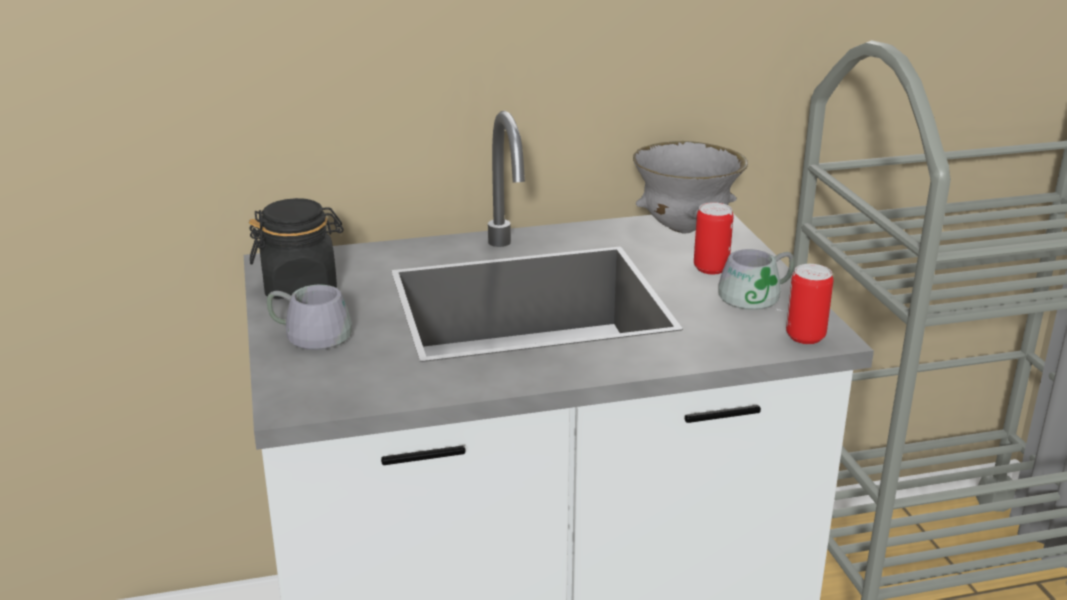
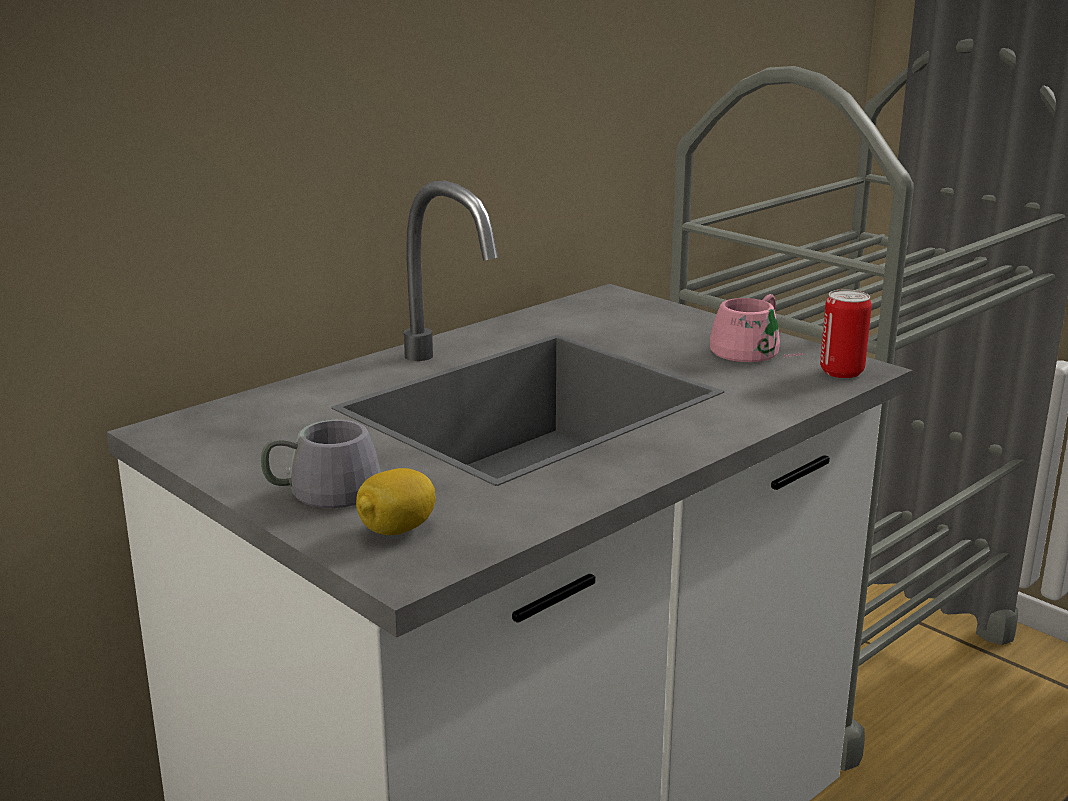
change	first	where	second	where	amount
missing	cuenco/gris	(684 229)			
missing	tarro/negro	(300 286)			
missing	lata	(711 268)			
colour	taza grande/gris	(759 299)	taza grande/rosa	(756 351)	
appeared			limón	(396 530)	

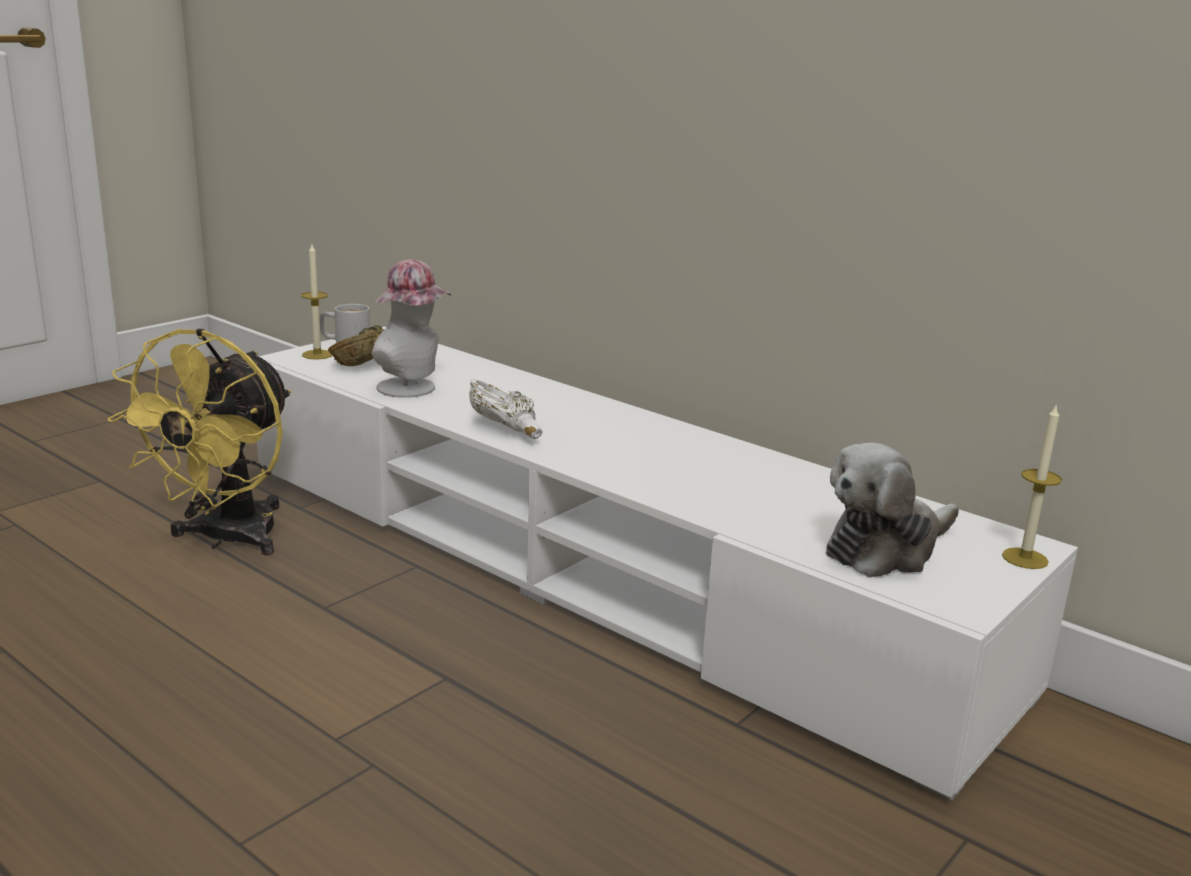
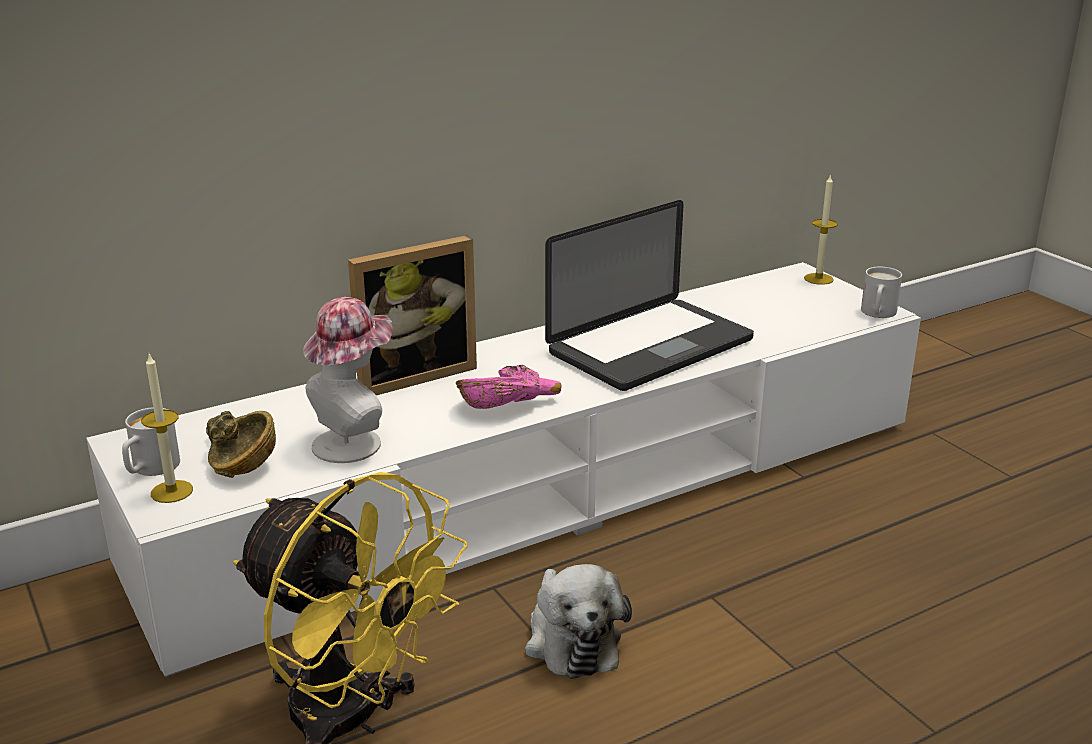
change	first	where	second	where	amount
colour	cuenco/blanco	(511 429)	cuenco/rosa	(509 405)	
relocated	peluche	(886 549)		(571 639)	
appeared			portátil	(650 347)	
appeared			portarretratos	(412 375)	
appeared			taza grande/blanco	(877 314)	

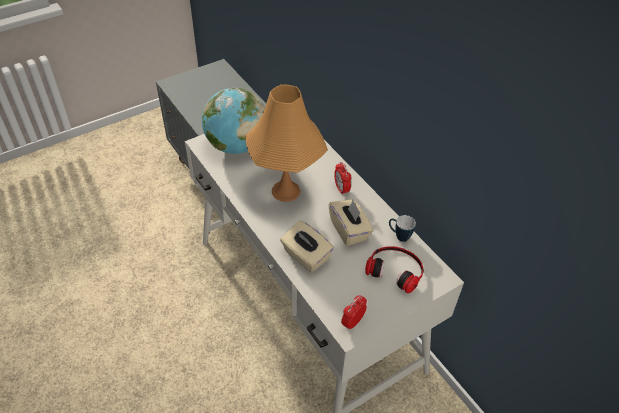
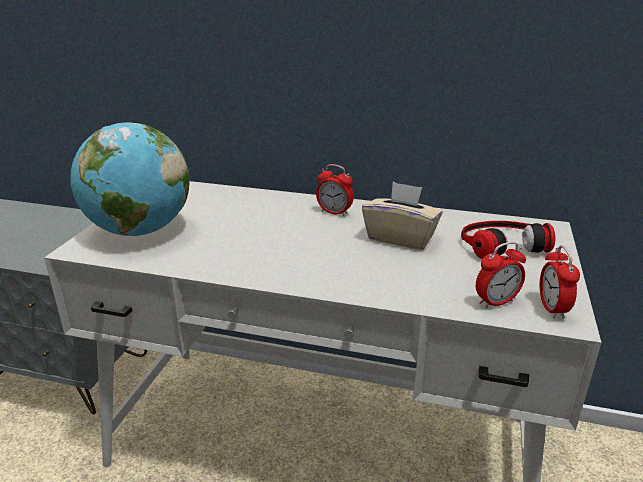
change	first	where	second	where	amount
missing	lámpara de mesa/naranja	(286 191)			
missing	taza grande	(399 236)			
missing	caja de pañuelos/beis	(305 256)			
appeared			despertador	(496 302)	

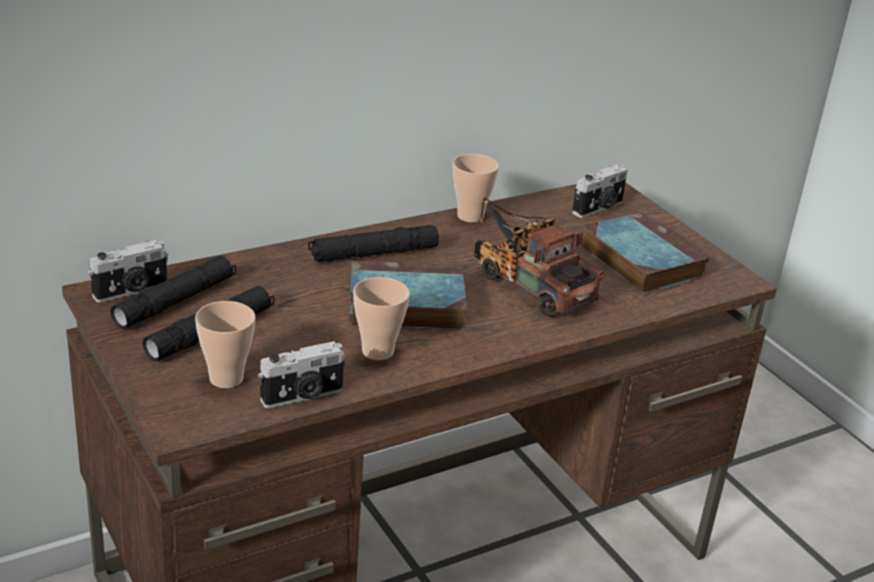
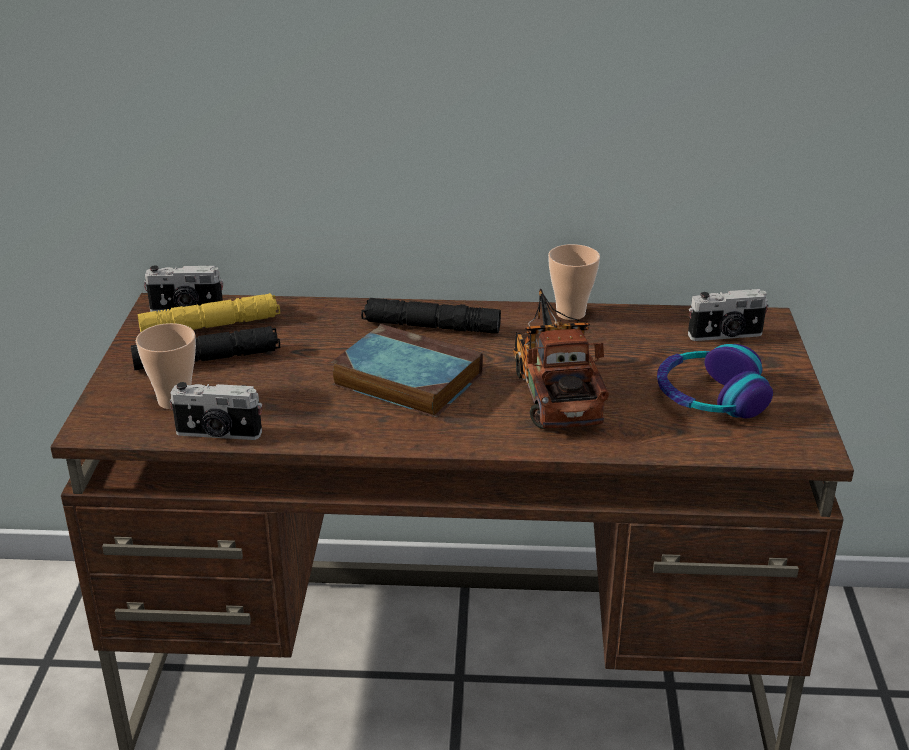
change	first	where	second	where	amount
exchanged	libro	(638 260)	auriculares	(710 397)	
colour	linterna/negro	(176 301)	linterna/amarillo	(211 326)	
missing	taza	(377 351)			

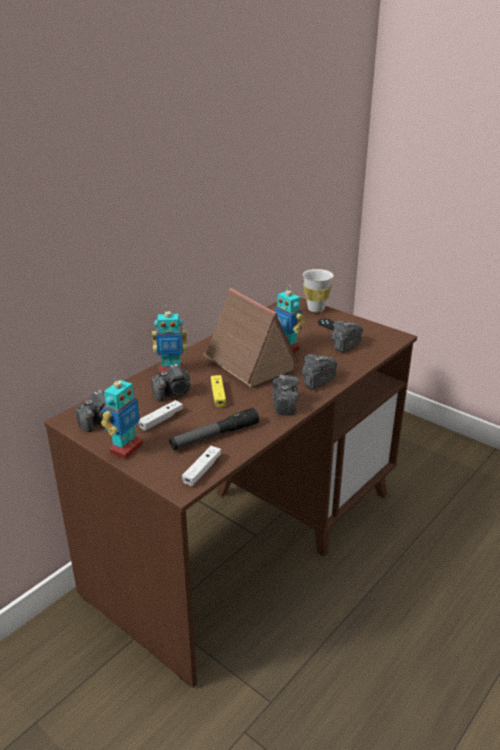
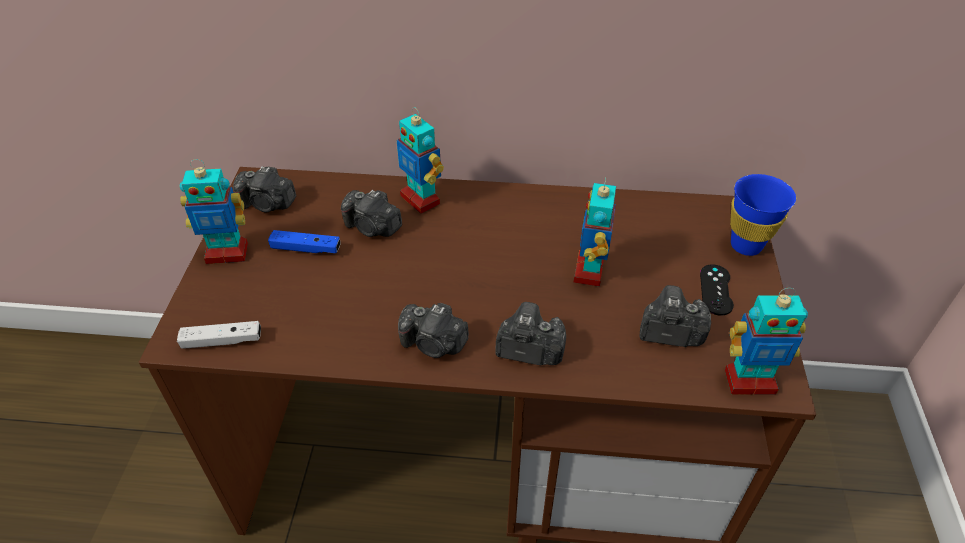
change	first	where	second	where	amount
colour	taza/blanco	(316 309)	taza/azul	(746 245)	
missing	casita	(248 363)			
missing	mando de consola/amarillo	(218 395)			
spun	cámara	(284 404)		(434 344)	60 degrees clockwise
colour	mando de consola/blanco	(161 420)	mando de consola/azul	(306 249)	
missing	linterna	(214 436)			
appeared			robot de juguete	(749 381)	

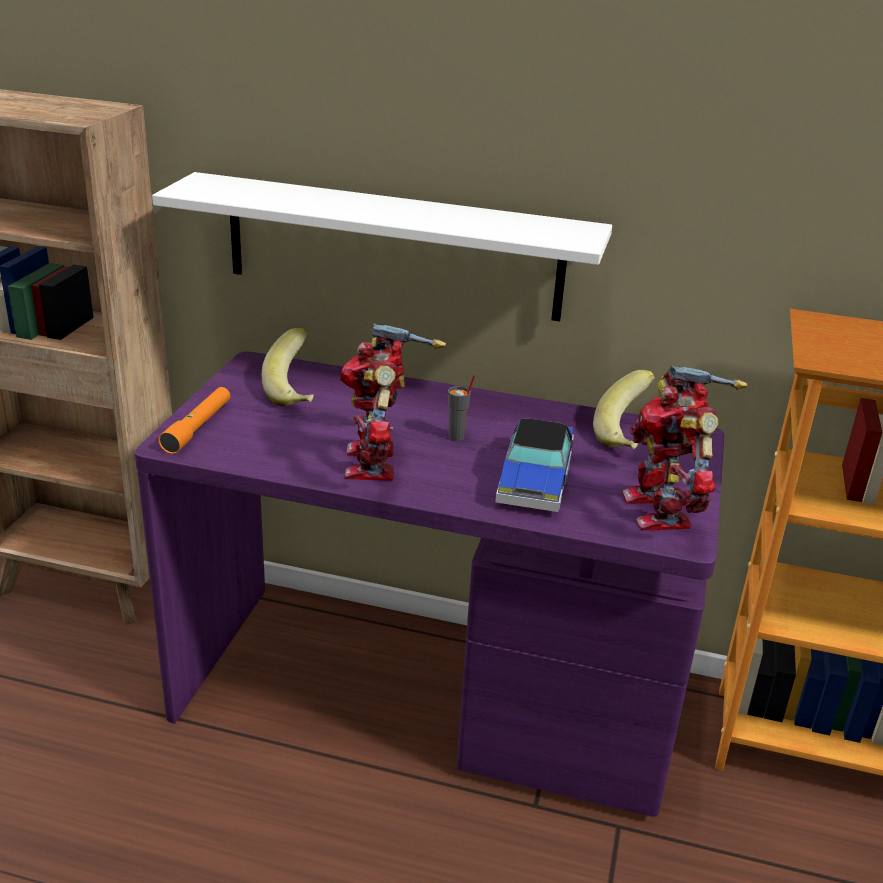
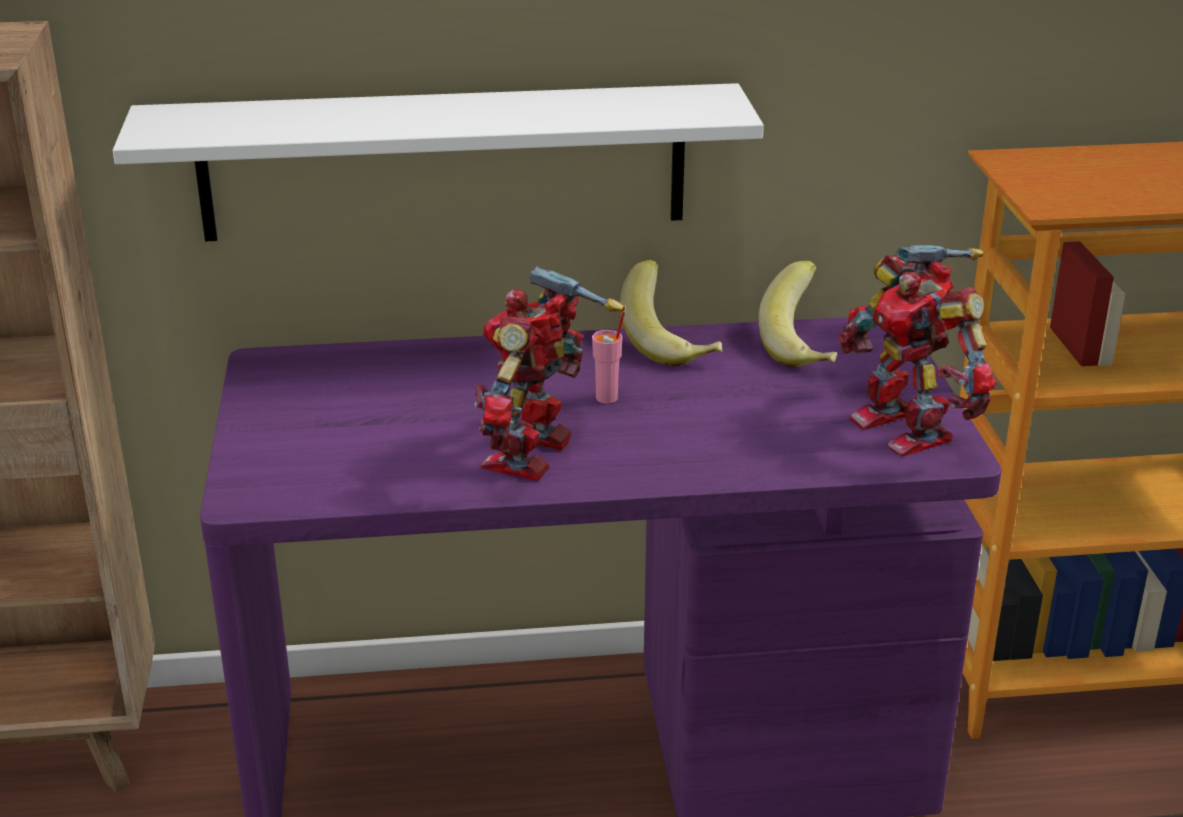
change	first	where	second	where	amount
spun	robot de juguete	(376 463)		(535 455)	45 degrees clockwise
relocated	plátano	(298 391)		(672 344)	
colour	taza/gris	(457 437)	taza/rosa	(607 398)	
missing	linterna/naranja	(198 427)			
missing	coche de juguete	(535 477)			

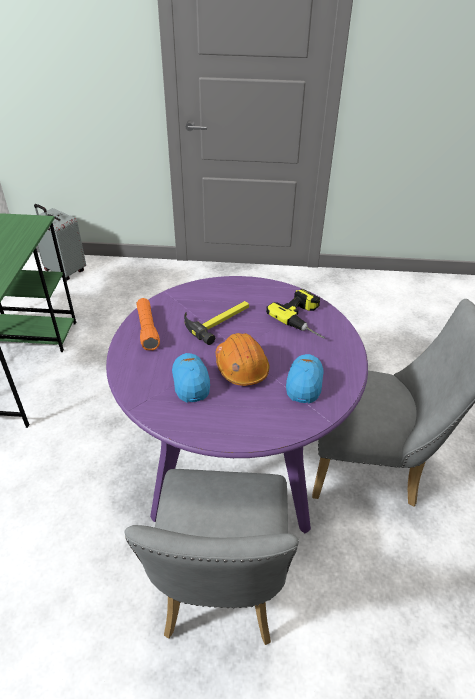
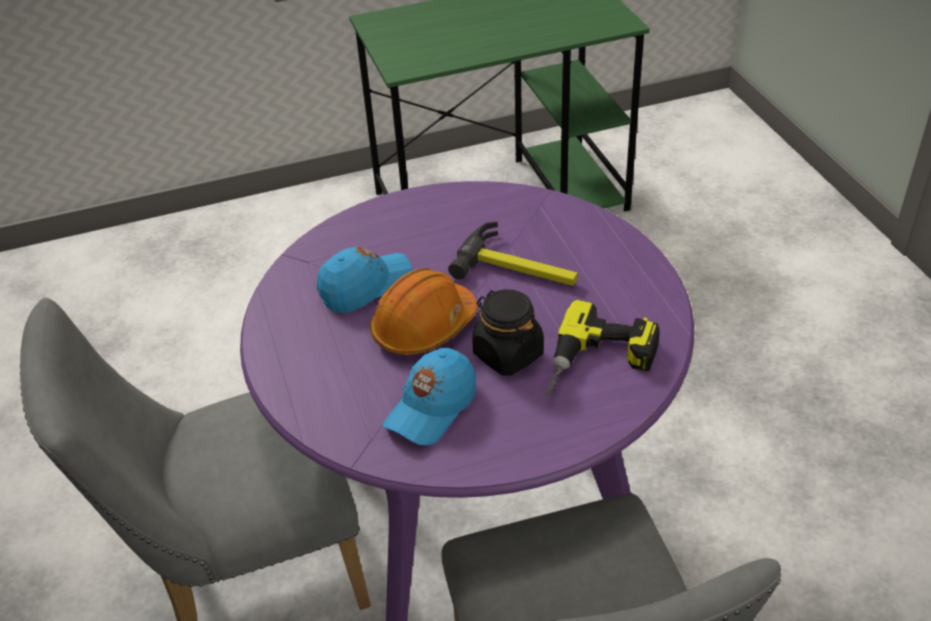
change	first	where	second	where	amount
missing	maleta/gris	(64 271)			
missing	linterna/naranja	(147 329)			
spun	gorra/azul	(304 382)		(431 408)	135 degrees clockwise
appeared			tarro/negro	(507 354)	

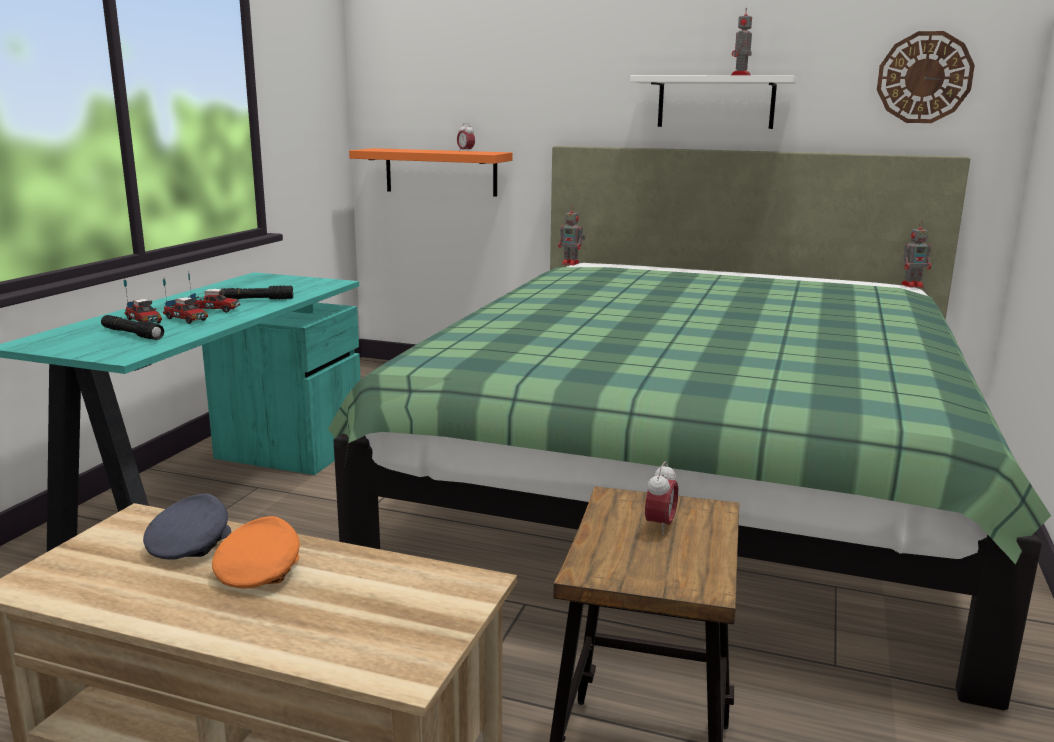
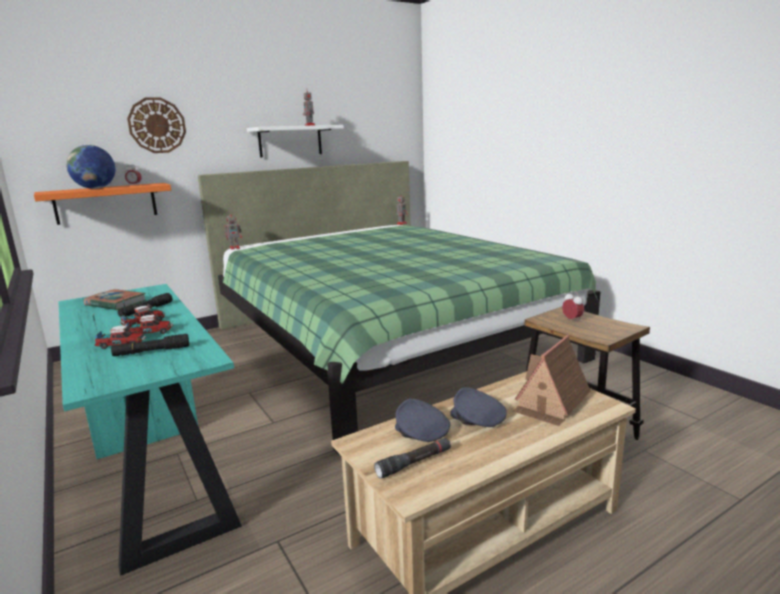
change	first	where	second	where	amount
relocated	reloj de pared	(924 77)		(157 125)	
colour	gorra/naranja	(259 571)	gorra/gris	(477 418)	
appeared			globo terráqueo	(95 188)	
appeared			libro	(116 303)	
appeared			casita	(550 403)	
appeared			linterna/negro	(414 463)	

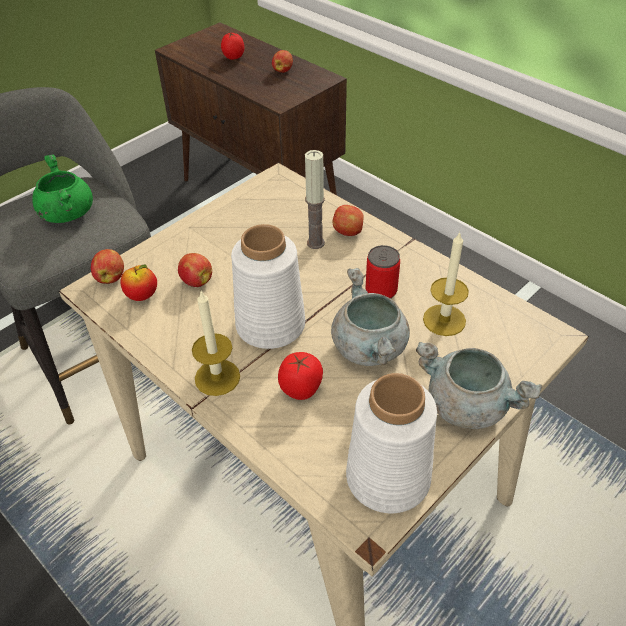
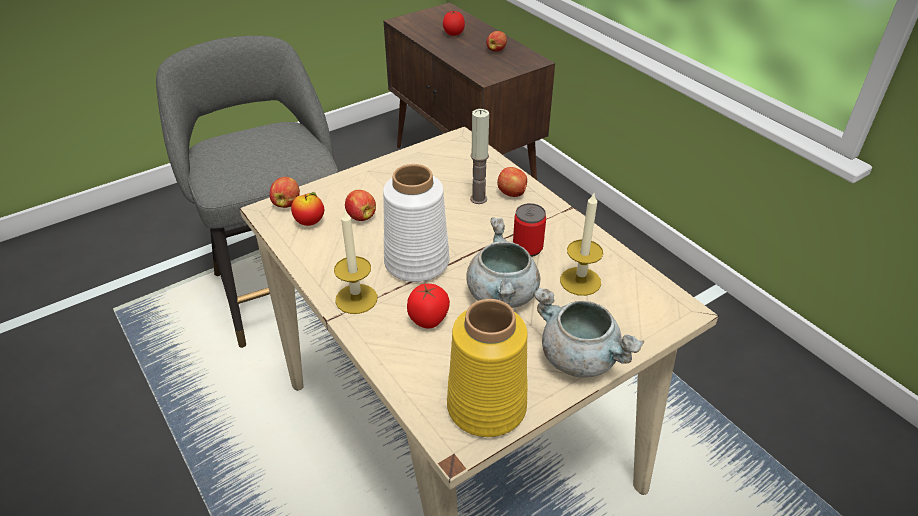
change	first	where	second	where	amount
missing	olla/verde	(66 213)			
colour	florero/blanco	(388 479)	florero/amarillo	(486 408)	

